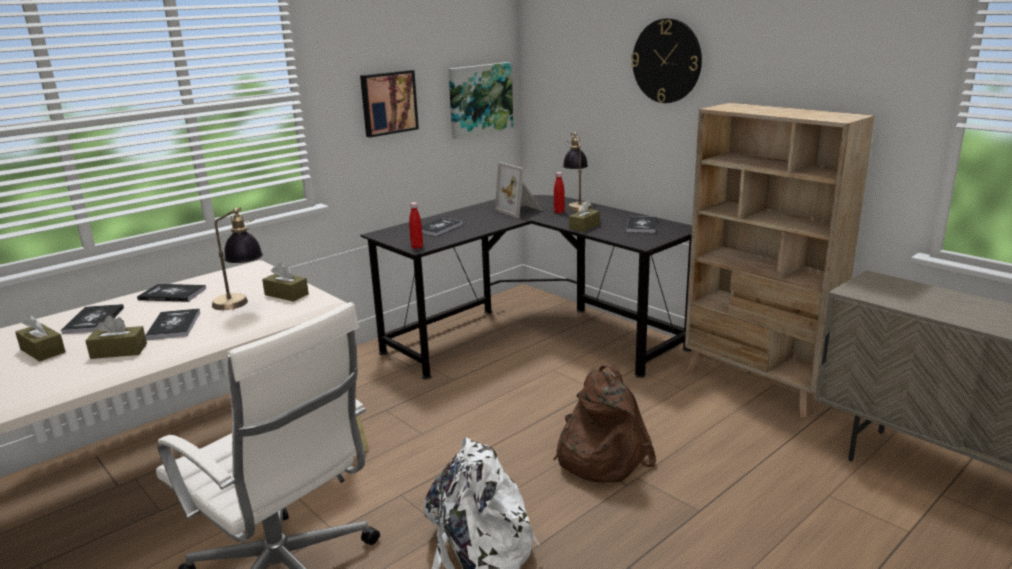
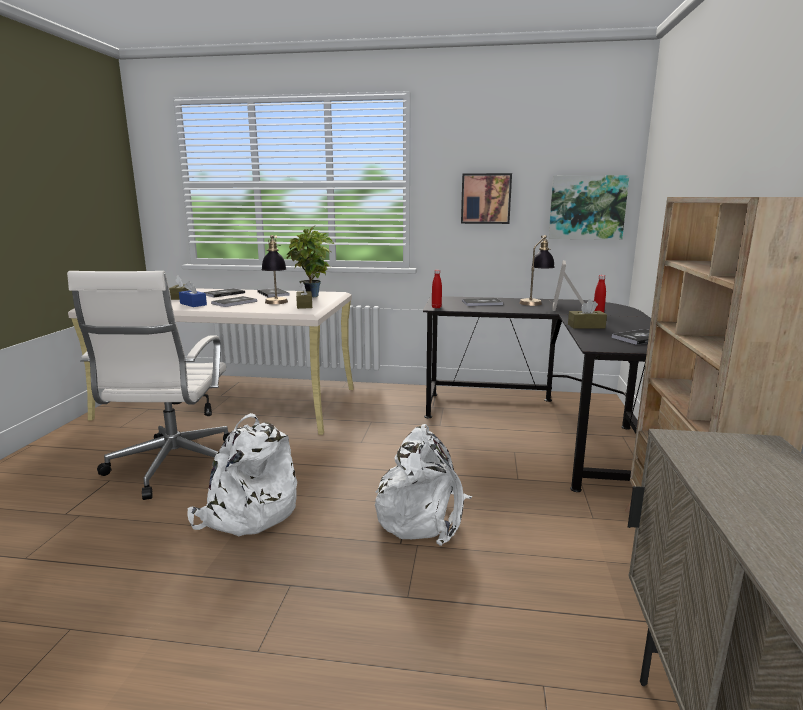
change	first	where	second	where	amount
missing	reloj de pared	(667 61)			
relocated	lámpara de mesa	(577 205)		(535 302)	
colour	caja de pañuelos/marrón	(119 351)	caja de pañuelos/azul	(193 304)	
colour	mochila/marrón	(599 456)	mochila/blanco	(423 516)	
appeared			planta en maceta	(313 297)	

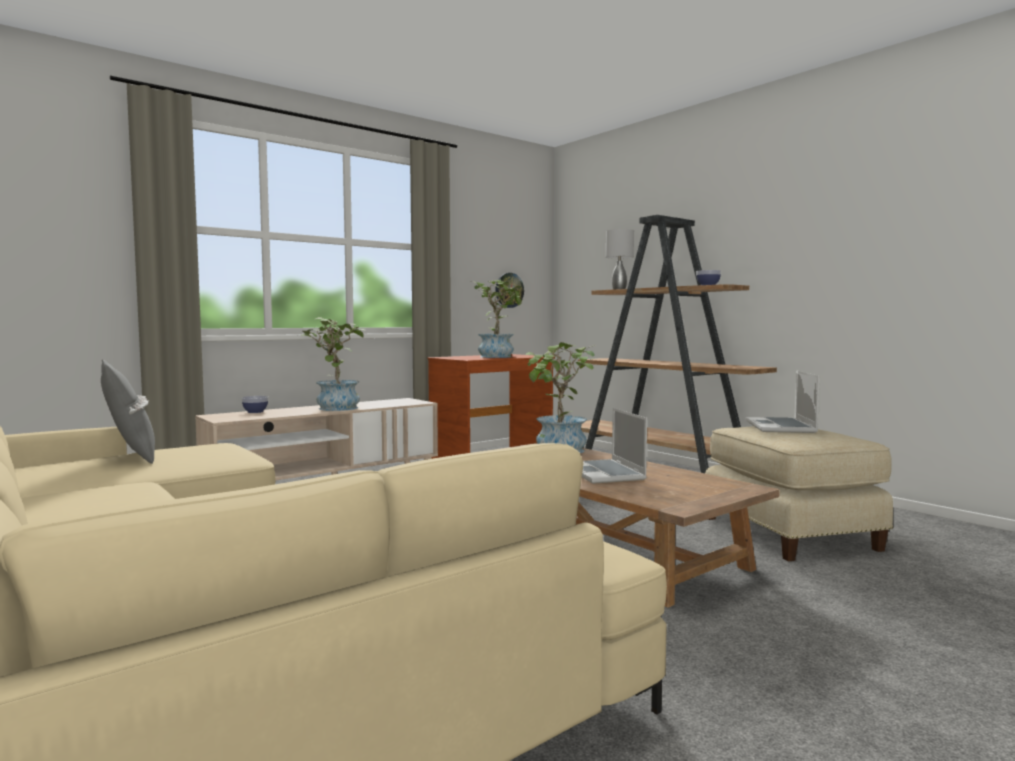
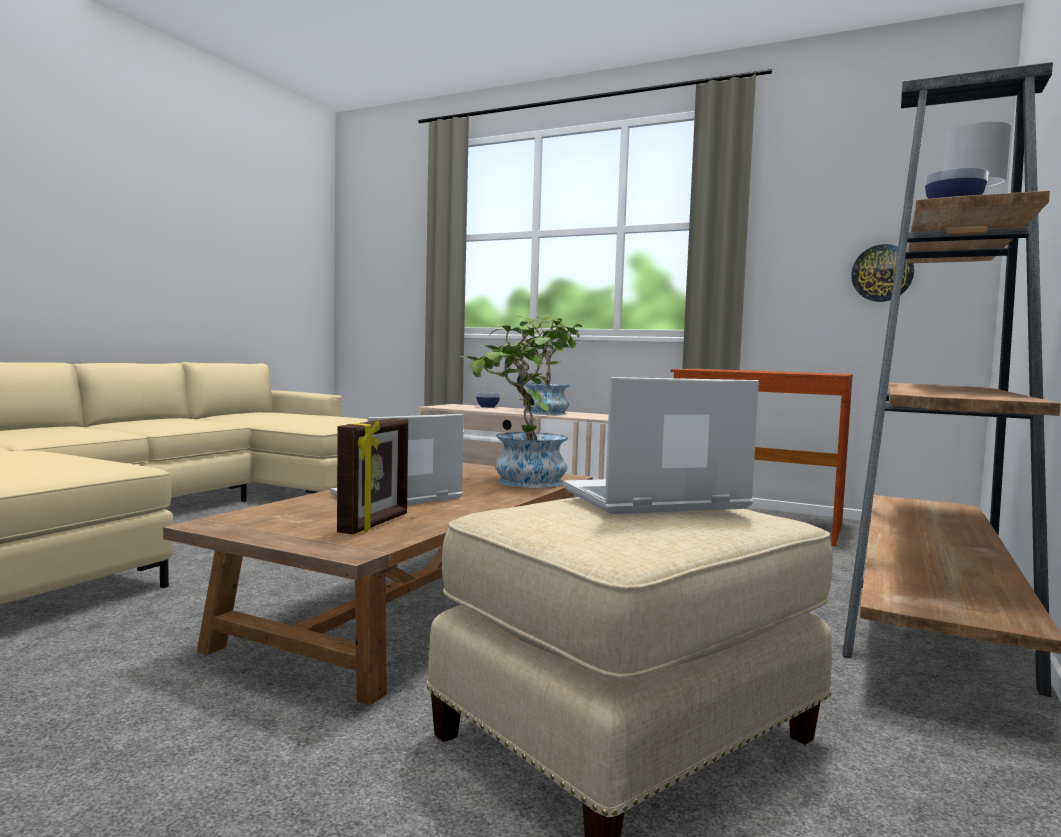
change	first	where	second	where	amount
missing	planta en maceta	(498 356)			
missing	cojín/gris	(129 456)			
appeared			portarretratos	(375 524)	

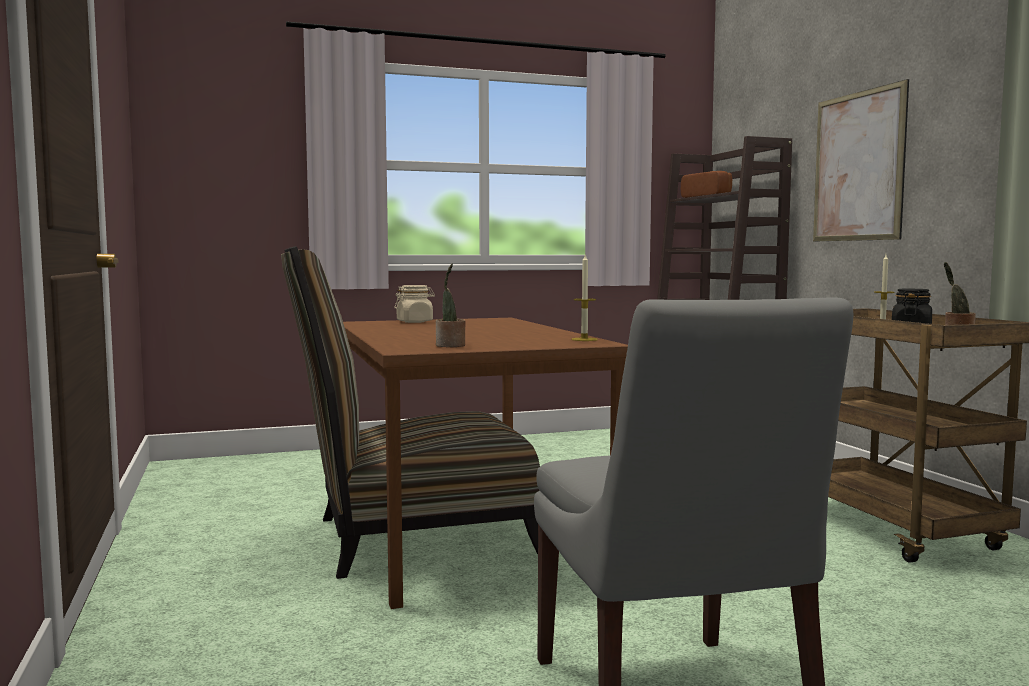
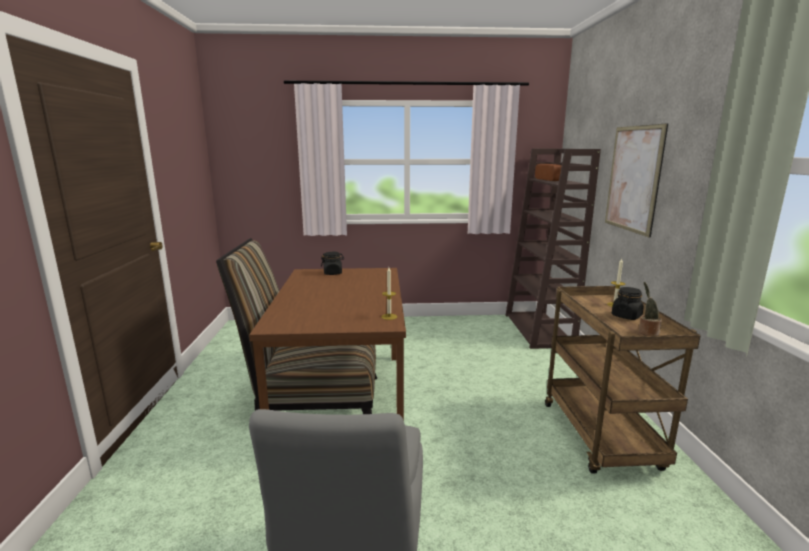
change	first	where	second	where	amount
missing	planta en maceta	(450 345)			
colour	tarro/beis	(415 322)	tarro/negro	(333 273)	

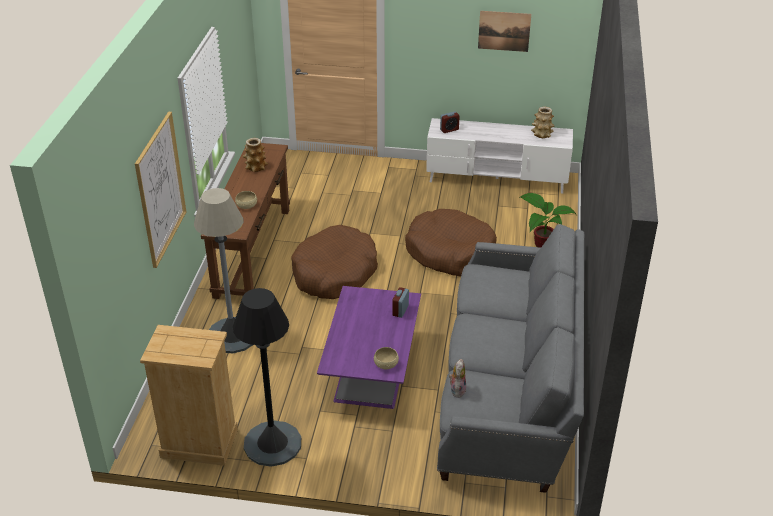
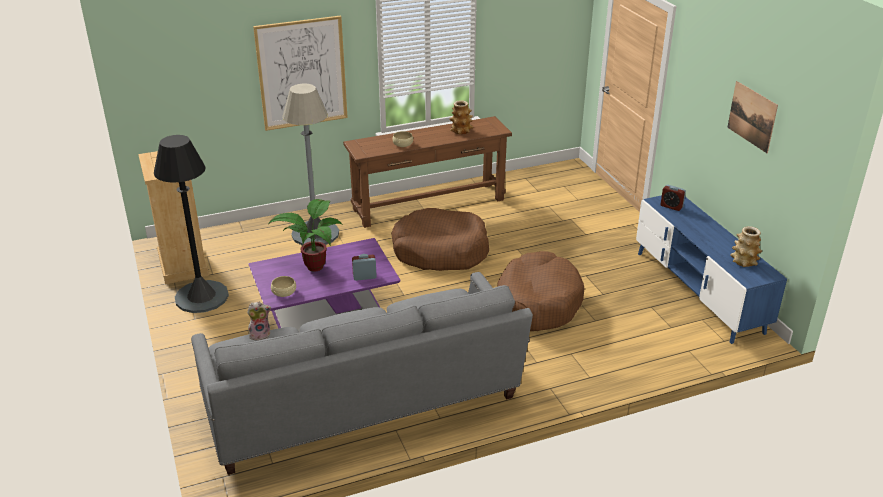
change	first	where	second	where	amount
colour	mueble de televisión/blanco	(497 179)	mueble de televisión/azul	(698 291)	
relocated	planta en maceta	(540 246)		(315 265)	

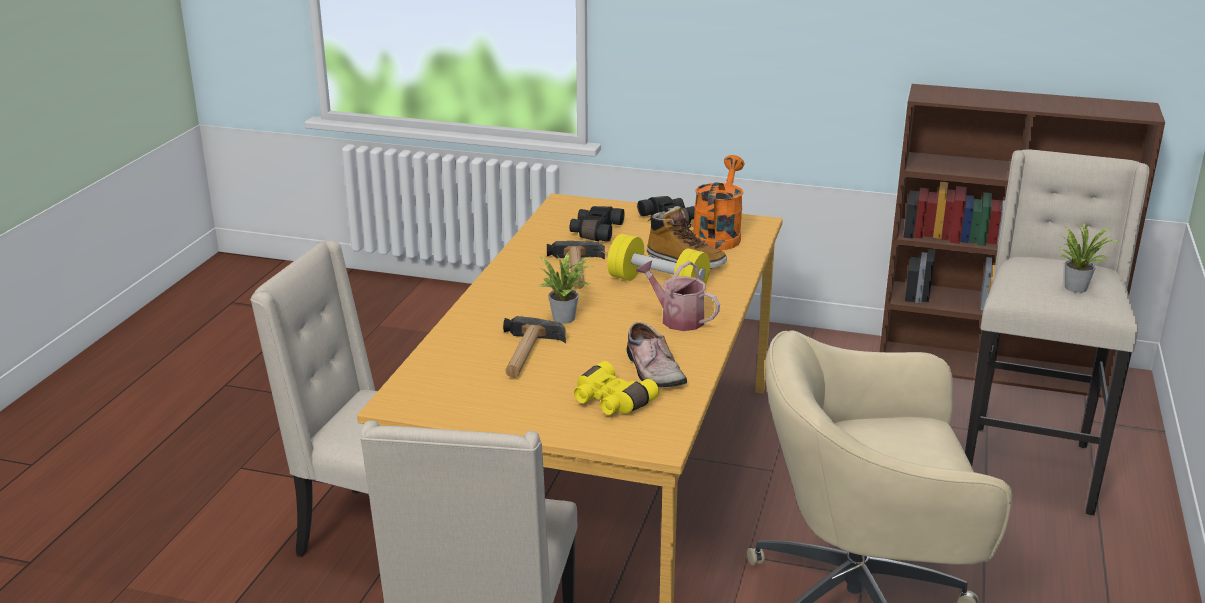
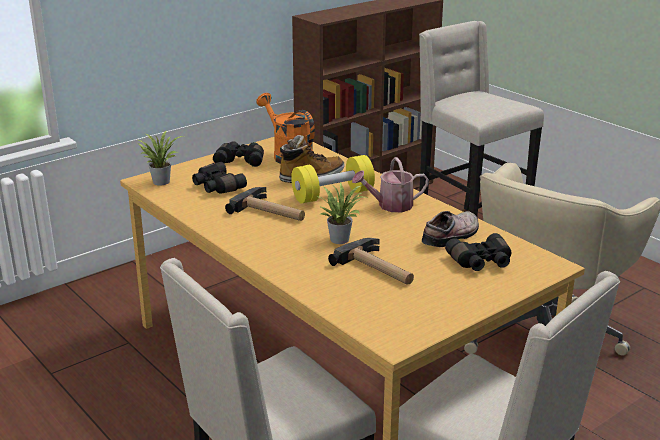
change	first	where	second	where	amount
relocated	planta en maceta	(1076 286)		(160 181)	
spun	zapato	(652 370)		(452 236)	60 degrees counterclockwise
colour	prismáticos/amarillo	(610 402)	prismáticos/negro	(481 262)	

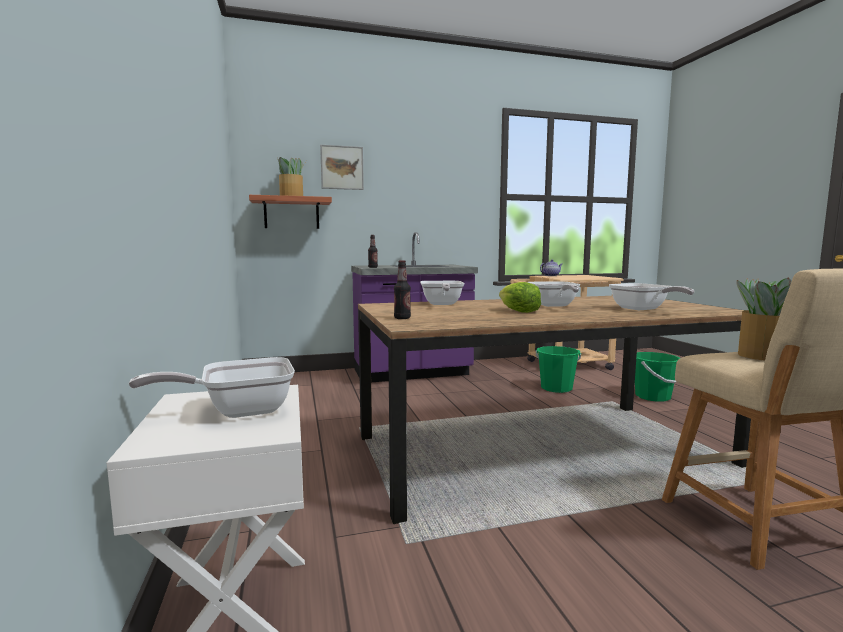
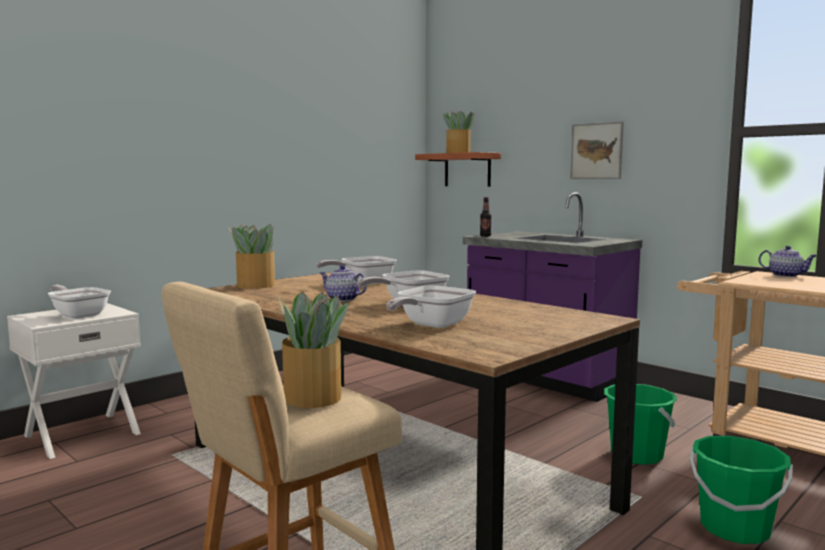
change	first	where	second	where	amount
relocated	cuadro	(342 167)		(596 151)	
exchanged	botella	(402 318)	planta en maceta	(255 285)	
exchanged	lechuga	(518 311)	tetera	(342 299)	

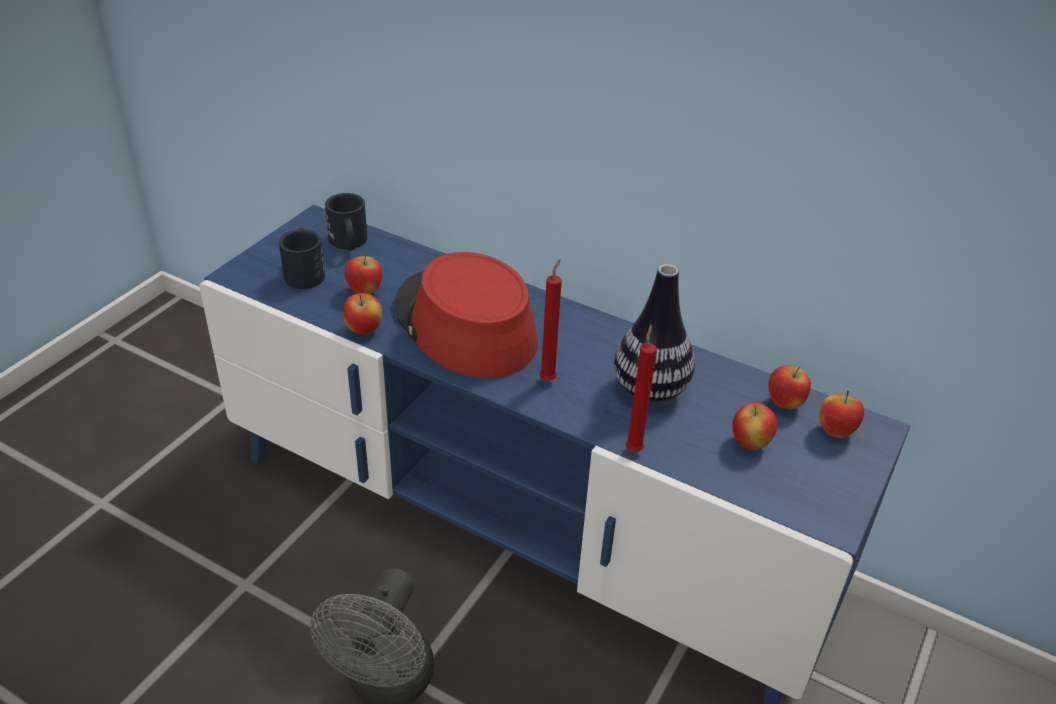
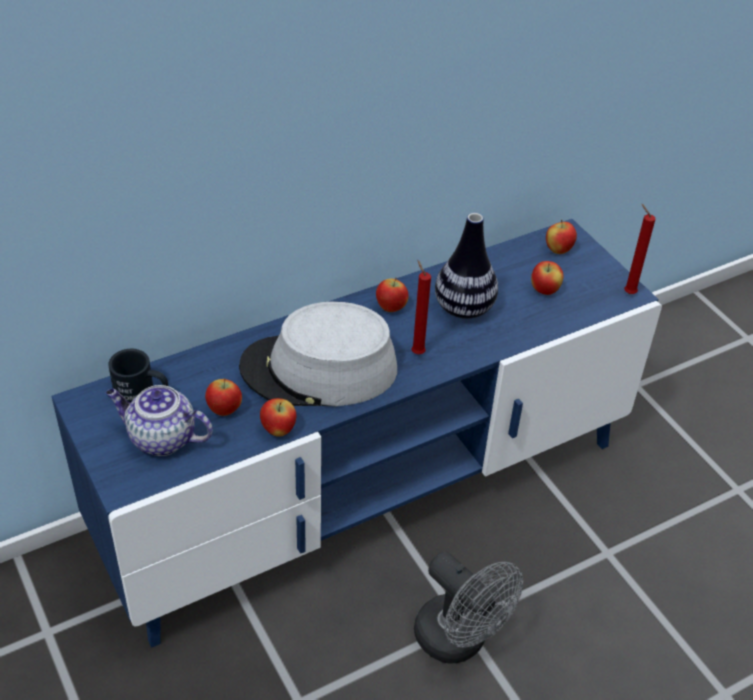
change	first	where	second	where	amount
exchanged	taza grande/negro	(304 271)	tetera	(160 438)	
colour	sombrero/rojo	(464 325)	sombrero/gris	(319 370)	
relocated	vela/rojo	(634 448)		(627 292)	
relocated	manzana	(784 403)		(391 308)	

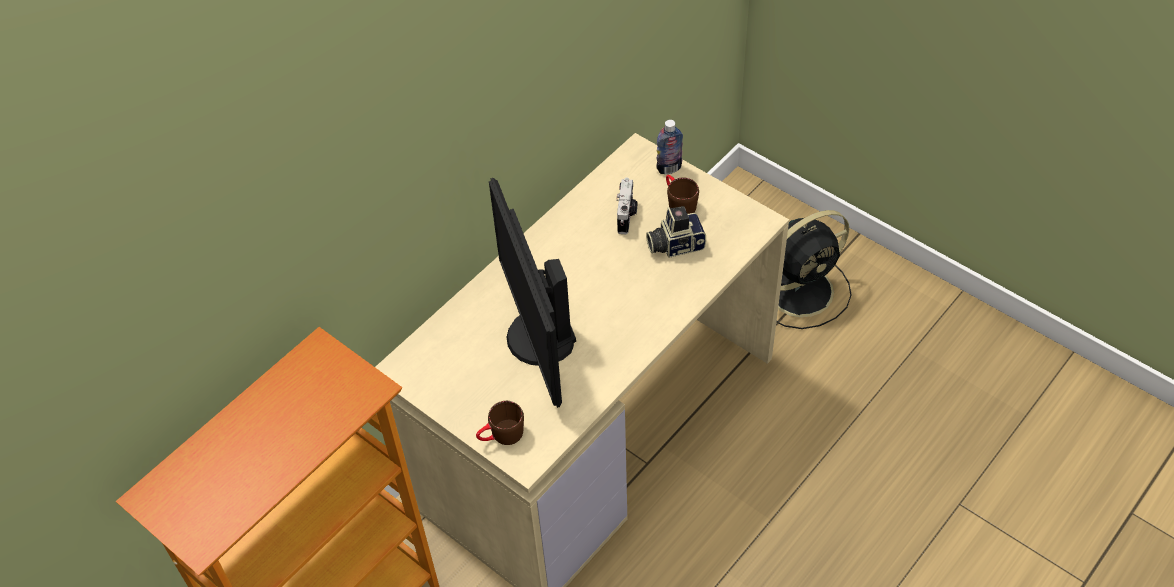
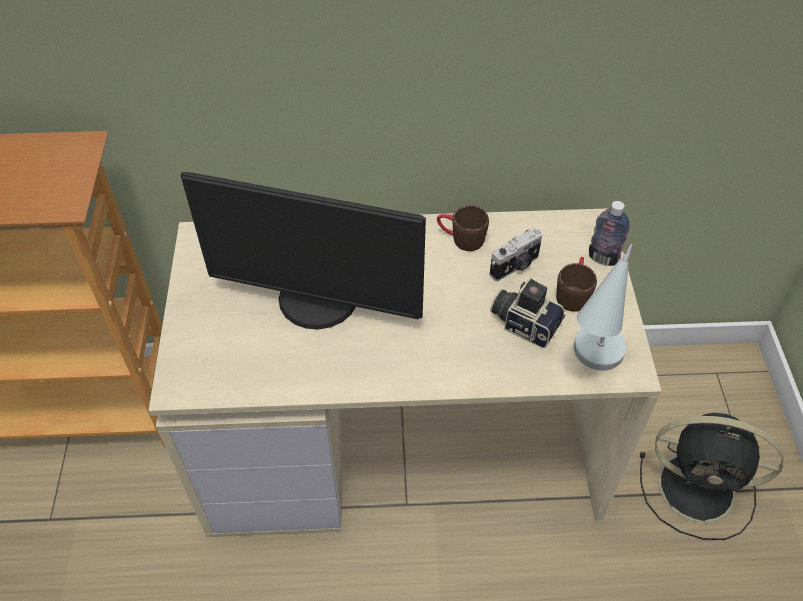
change	first	where	second	where	amount
spun	monitor	(537 338)		(317 301)	105 degrees counterclockwise
relocated	taza grande/marrón	(501 436)		(461 238)	
appeared			lámpara de mesa/blanco	(590 366)	

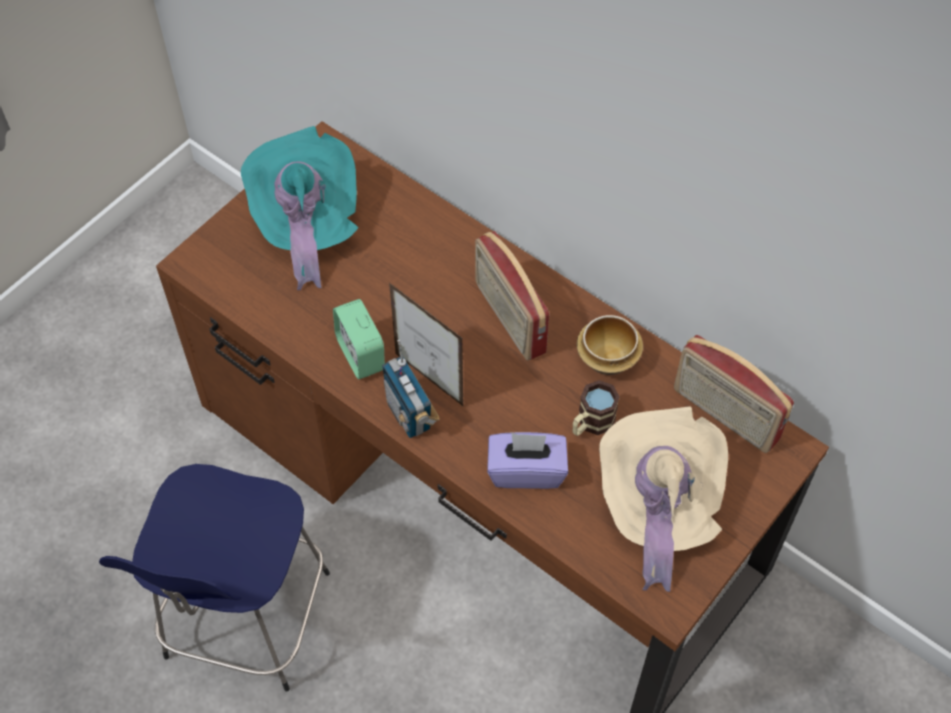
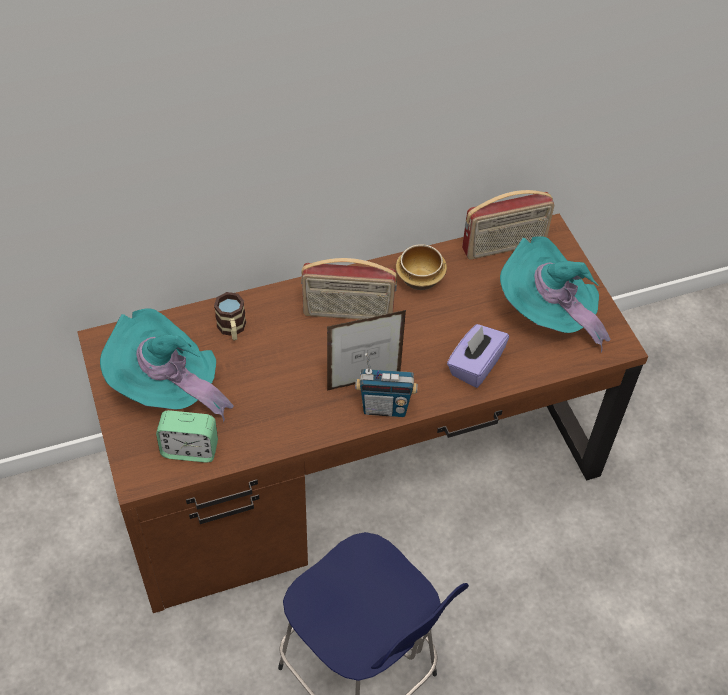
change	first	where	second	where	amount
relocated	despertador	(361 354)		(190 450)	
relocated	taza grande	(591 423)		(232 329)	
colour	sombrero/beis	(657 508)	sombrero/turquesa	(548 314)	

